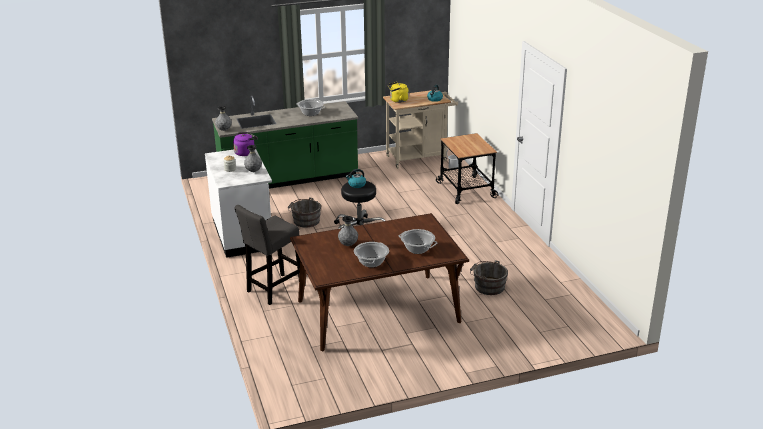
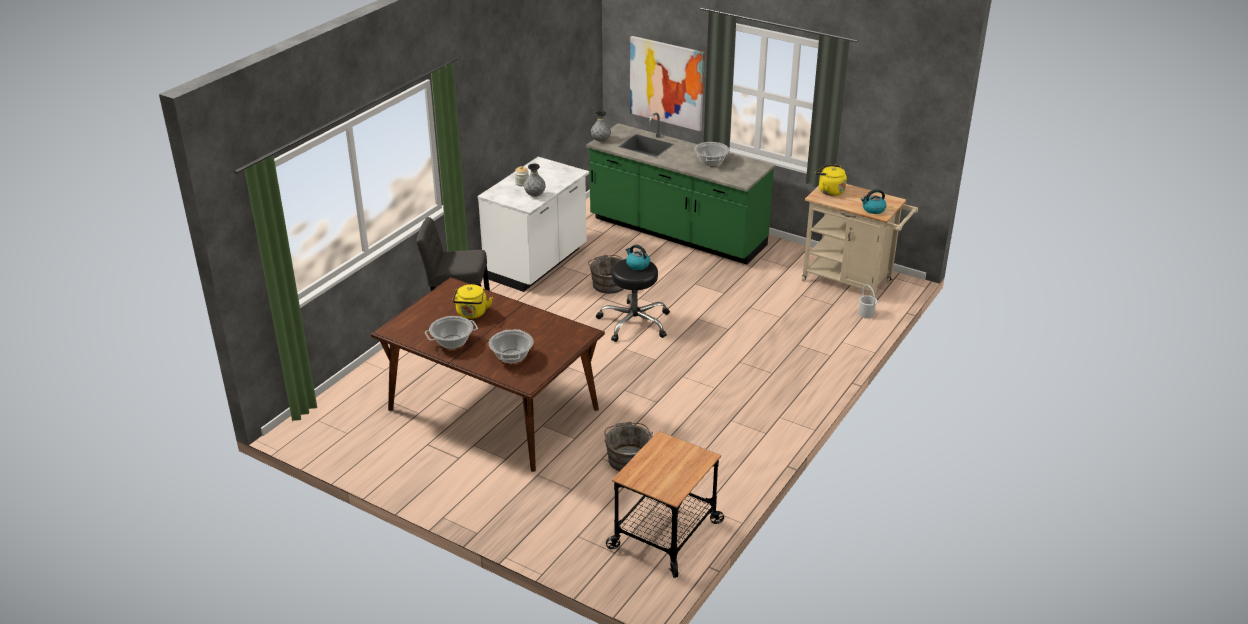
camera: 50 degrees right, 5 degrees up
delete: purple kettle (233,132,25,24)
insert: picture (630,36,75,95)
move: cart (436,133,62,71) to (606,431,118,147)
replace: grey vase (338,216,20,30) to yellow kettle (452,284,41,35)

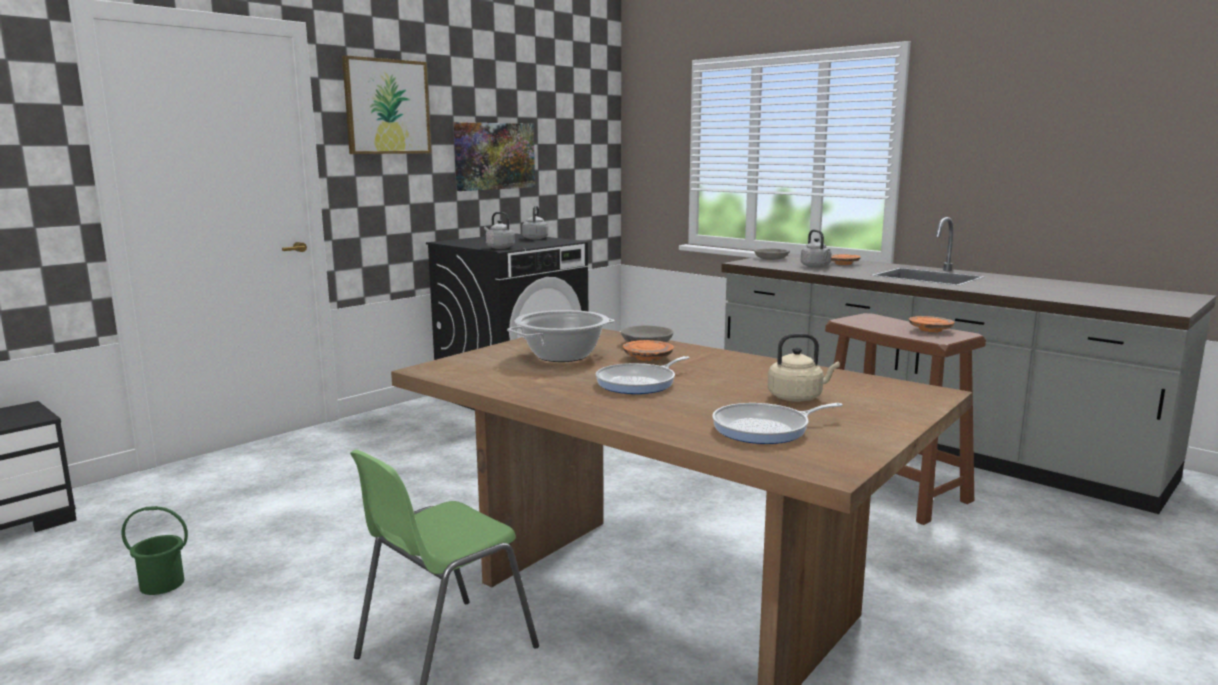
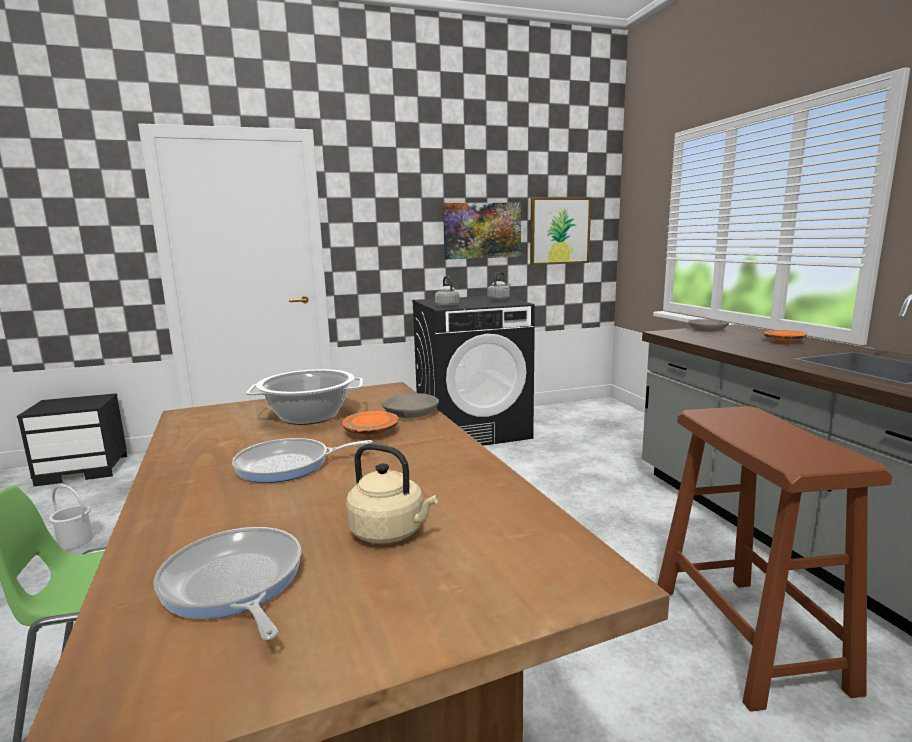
camera: 30 degrees right, 0 degrees up
delete: grey kettle (801,230,30,38); orange plate (909,316,46,16)
move: picture (342,55,89,99) to (530,198,61,67)
recolor: green bucket (121,506,67,89) to white bucket (49,484,44,66)
rotate: frying pan (712,403,131,41) = (154,527,147,113) 45 degrees clockwise

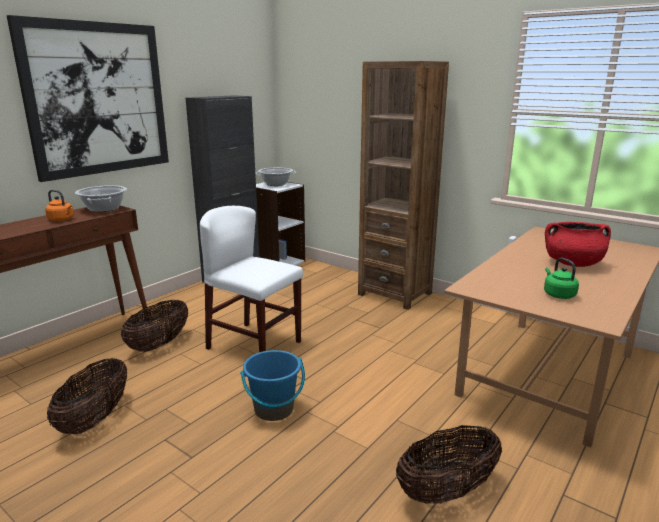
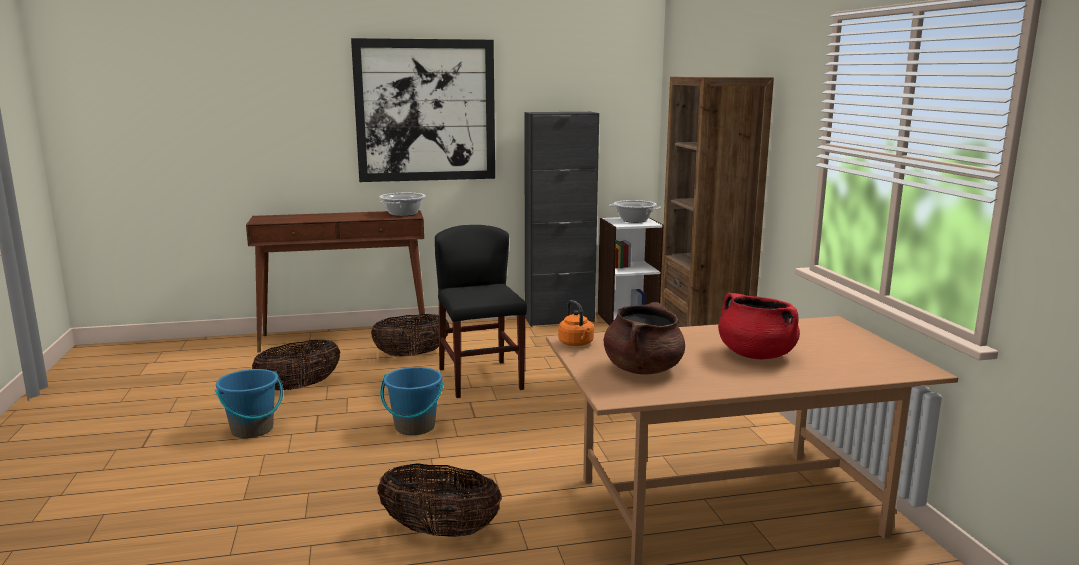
camera: 40 degrees right, 5 degrees down
insert: blue bucket (215,369,68,69)
move: orange kettle (45,190,29,31) to (558,300,36,46)
replace: green kettle (544,258,35,41) to brown cooking pot (603,302,82,72)
recolor: white chair (200,206,103,146) to black chair (435,225,92,173)

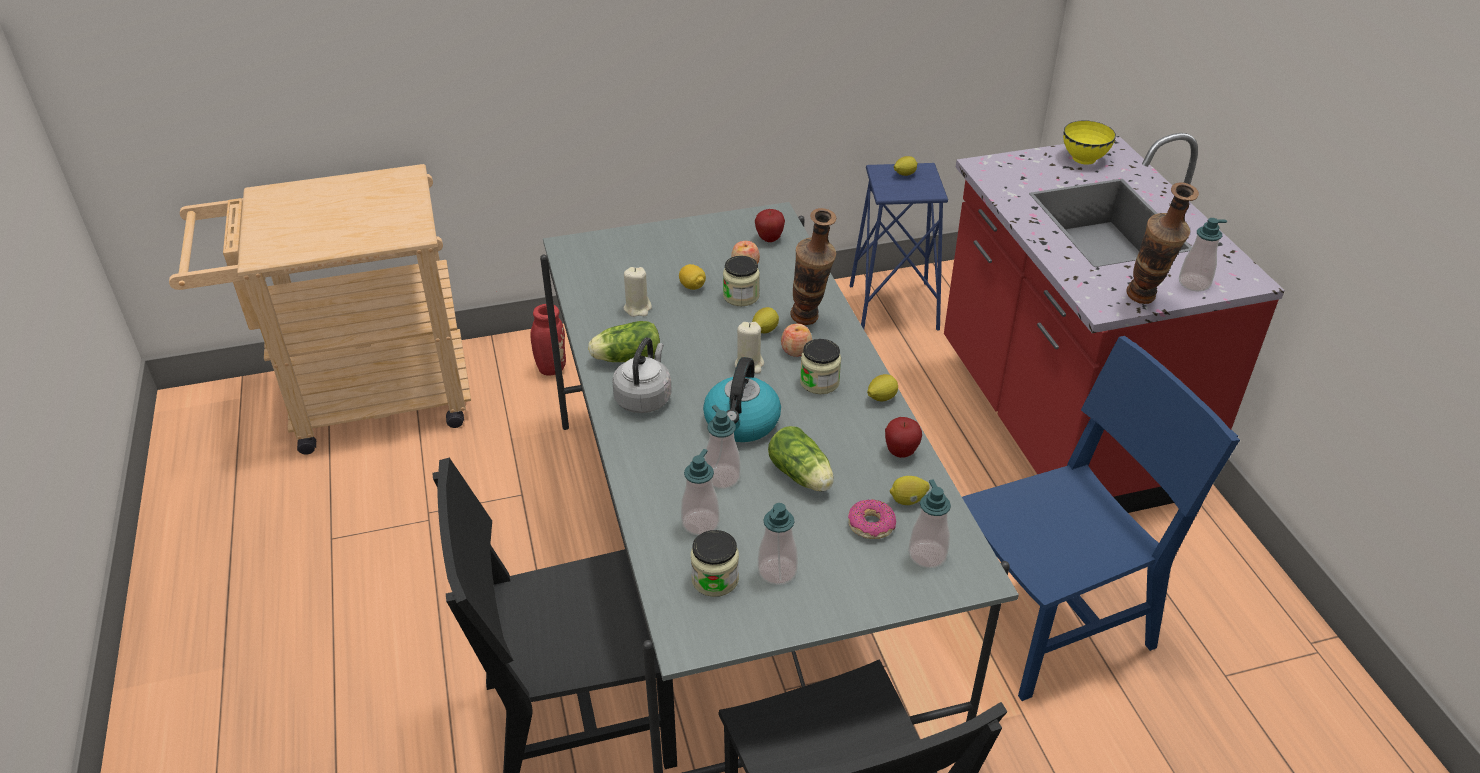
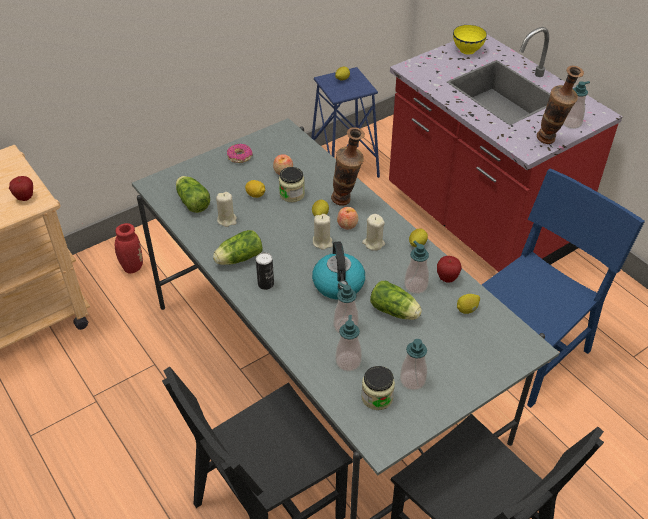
camera: 20 degrees left, 5 degrees up
insert: lettuce (176,176,34,37)
move: apple (755,209,30,33) to (9,176,24,25); donut (848,499,48,40) to (227,144,26,19); soap dispenser (908,480,43,88) to (404,240,25,54)
replace: grey kettle (612,338,60,75) to can (256,252,18,38); jar (800,339,41,55) to beige candle (362,214,23,37)

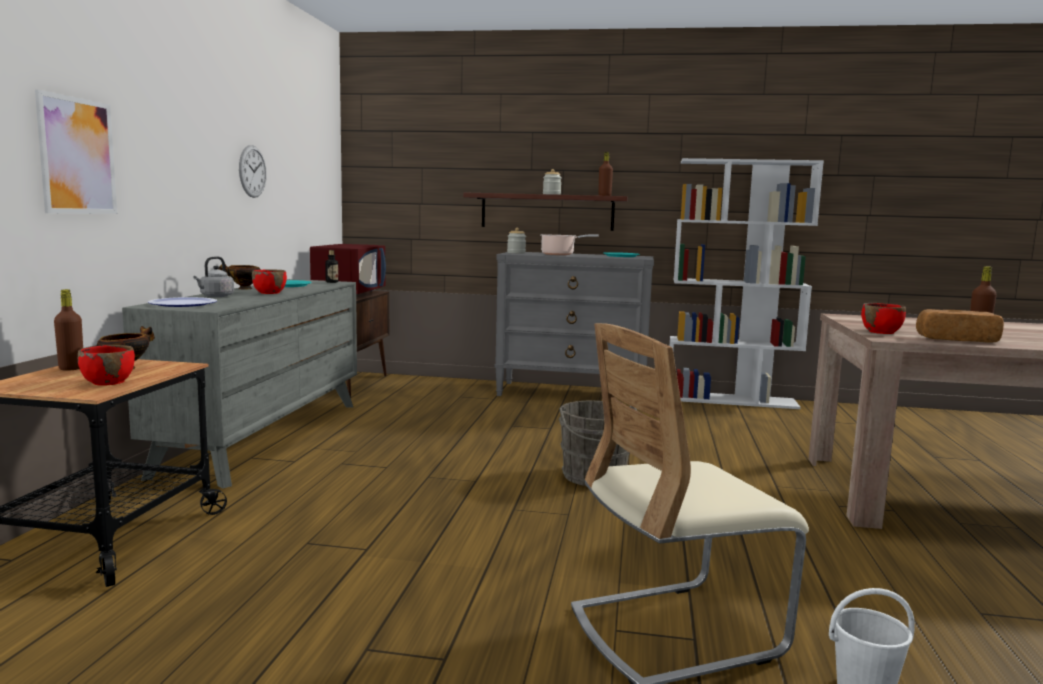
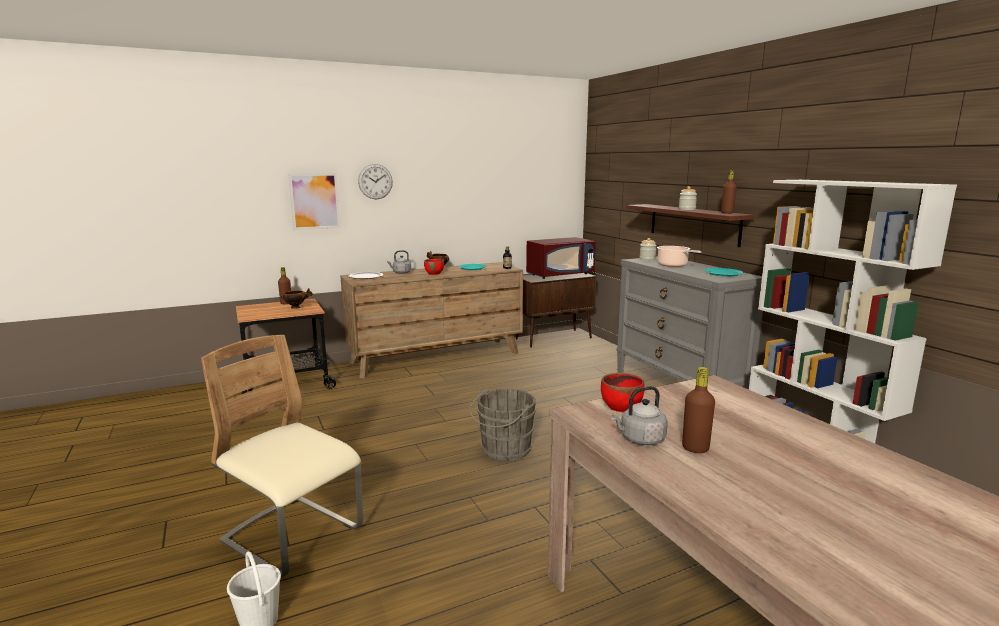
camera: 55 degrees right, 5 degrees up
delete: red bowl (78,345,57,40)
move: wall clock (239,145,28,53) to (358,164,35,35)
replace: bread (916,309,88,34) to grey kettle (611,386,57,59)
recolor: grey dresser (122,279,235,210) to brown dresser (340,262,183,116)

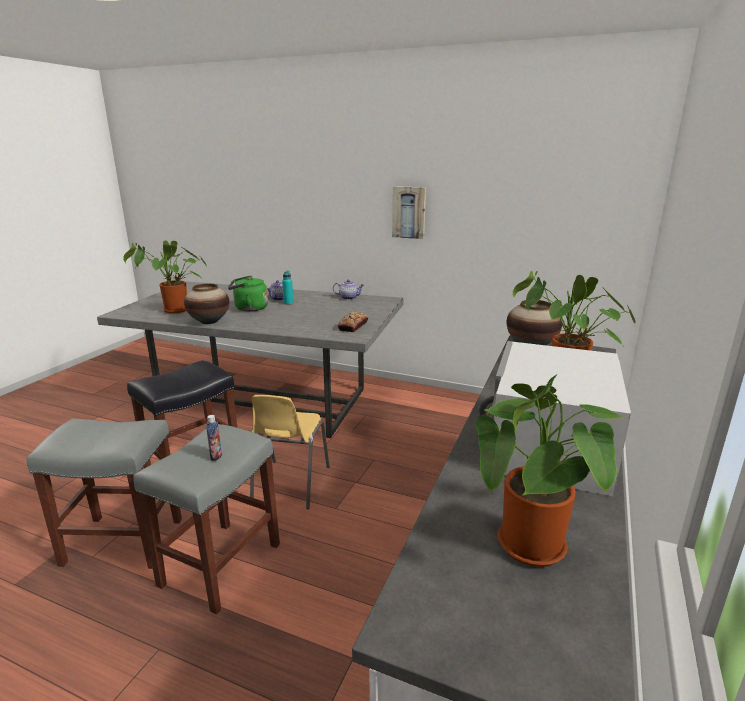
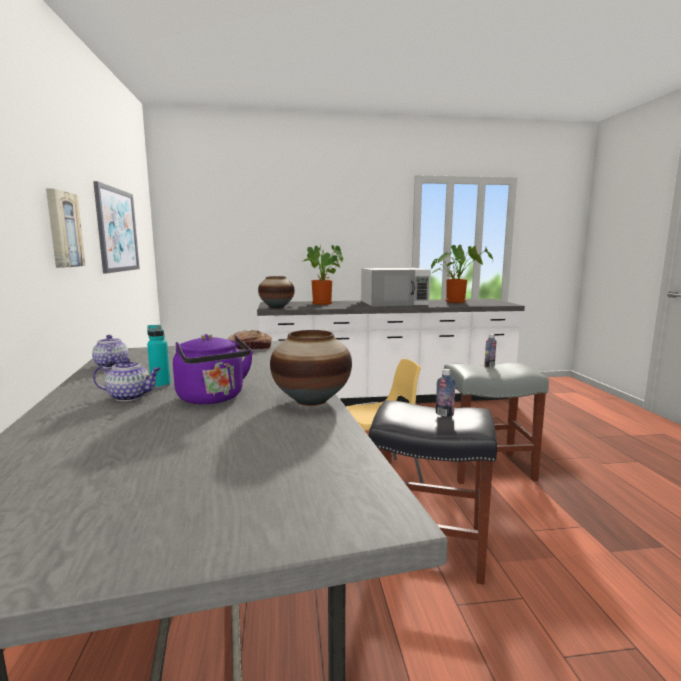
camera: 120 degrees left, 10 degrees down
delete: grey stool (27,419,155,150); potted plant (123,241,84,73)
insert: picture (93,181,47,92); bottle (435,369,20,48)
recolor: green kettle (228,275,40,37) to purple kettle (173,334,80,70)

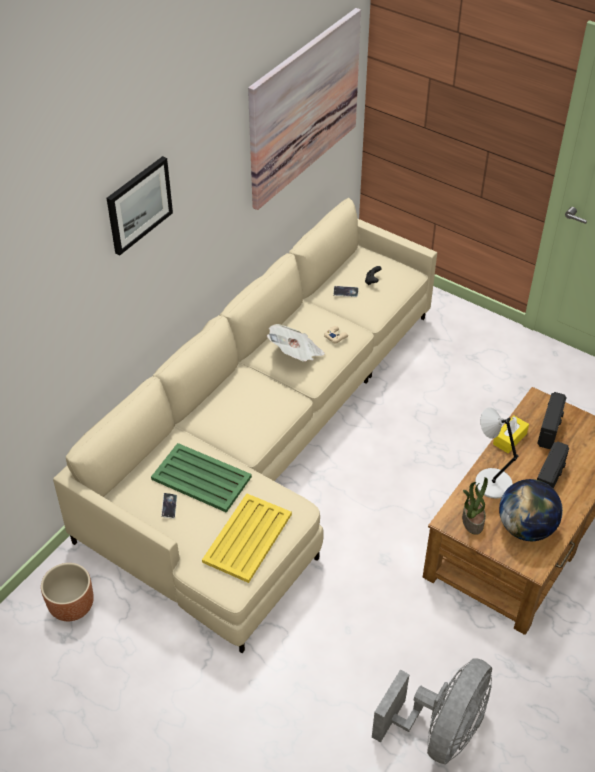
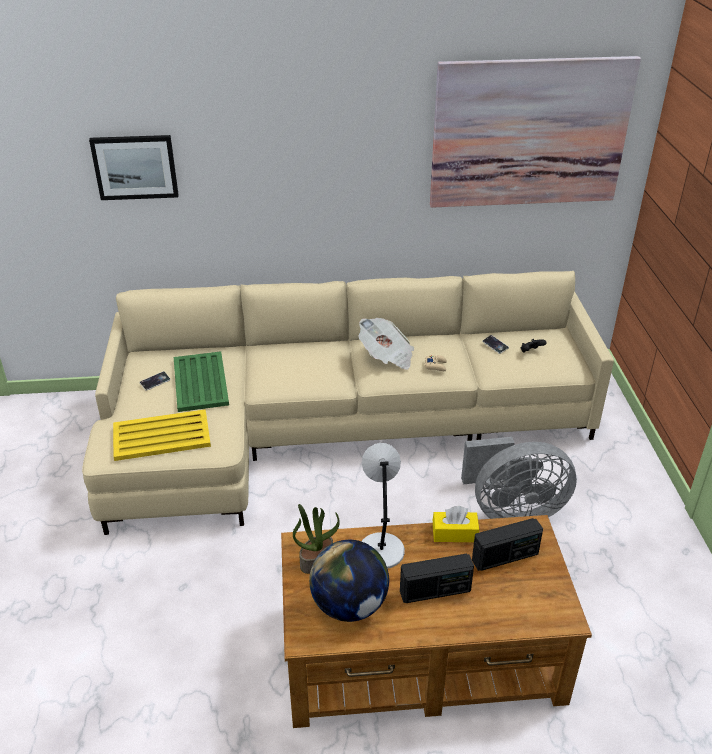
camera: 50 degrees right, 10 degrees down
delete: brown planter (41,563,53,58)
move: picture (107,156,66,99) to (89,135,90,65); grey fan (372,658,120,107) to (461,437,116,82)

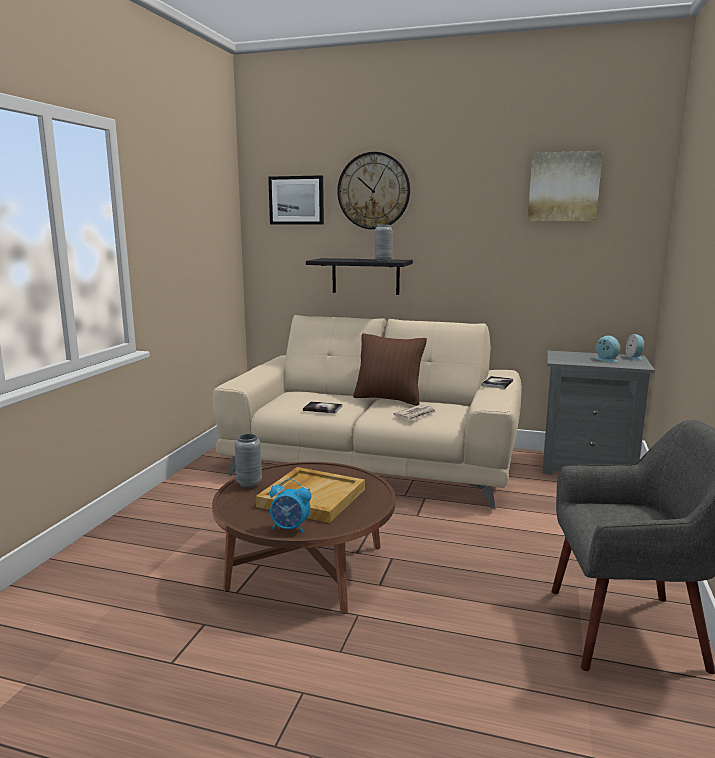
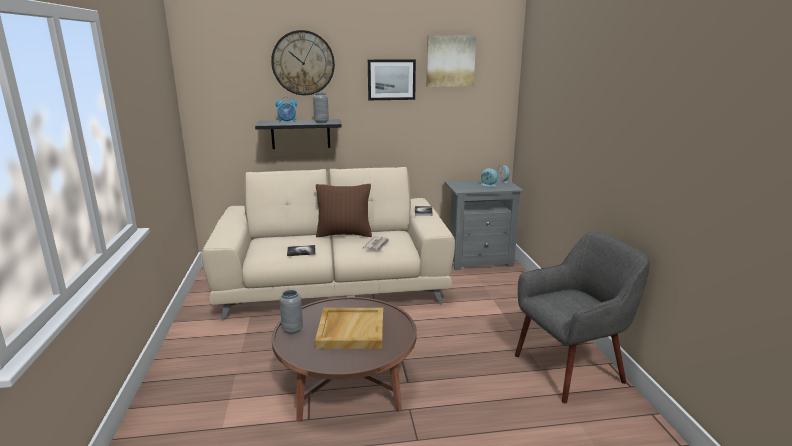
camera: 25 degrees left, 5 degrees up
move: picture (268,175,56,50) to (368,59,48,41); alarm clock (270,479,41,54) to (276,96,21,27)

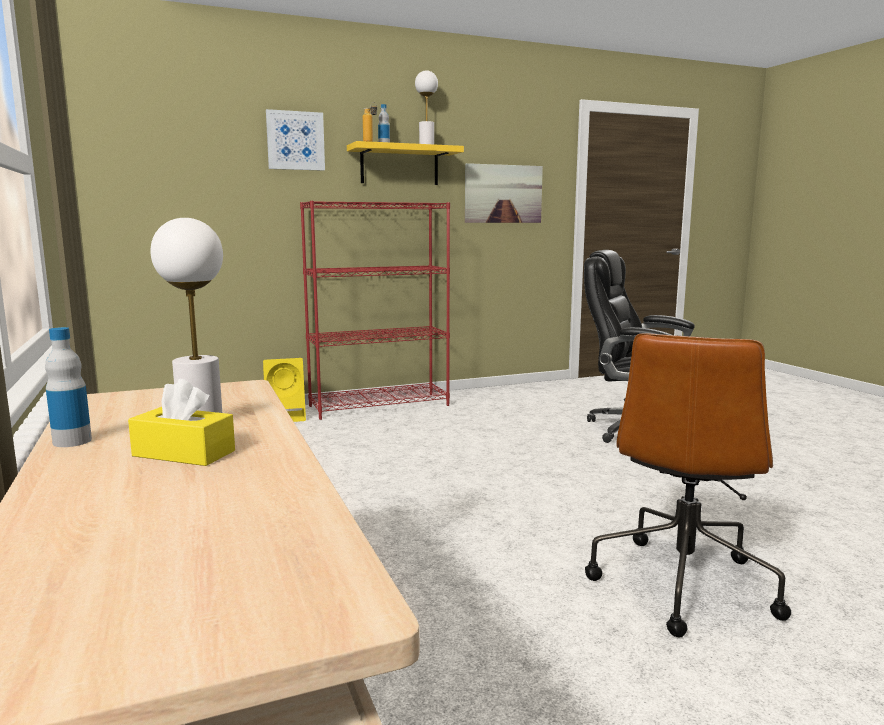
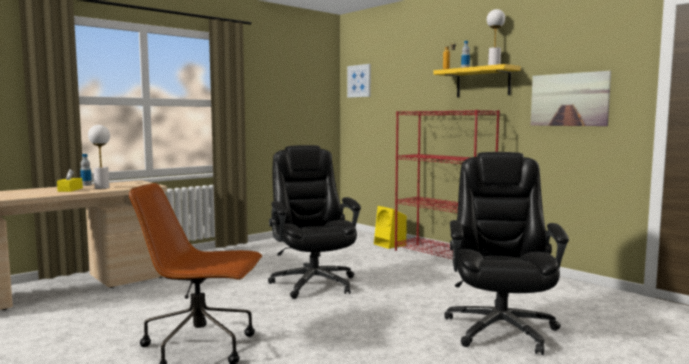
camera: 70 degrees right, 5 degrees down
insert: black office chair (268,145,93,154)
move: picture (266,109,59,62) to (347,64,24,34)

